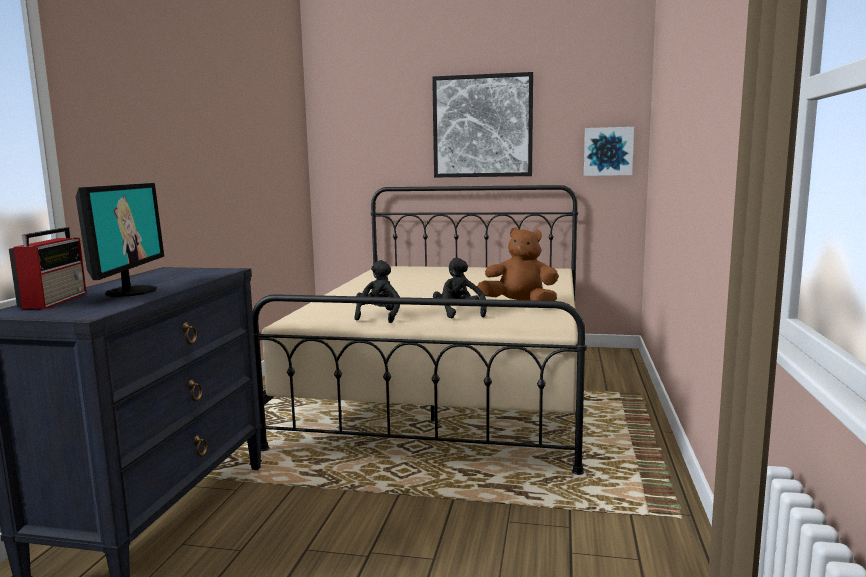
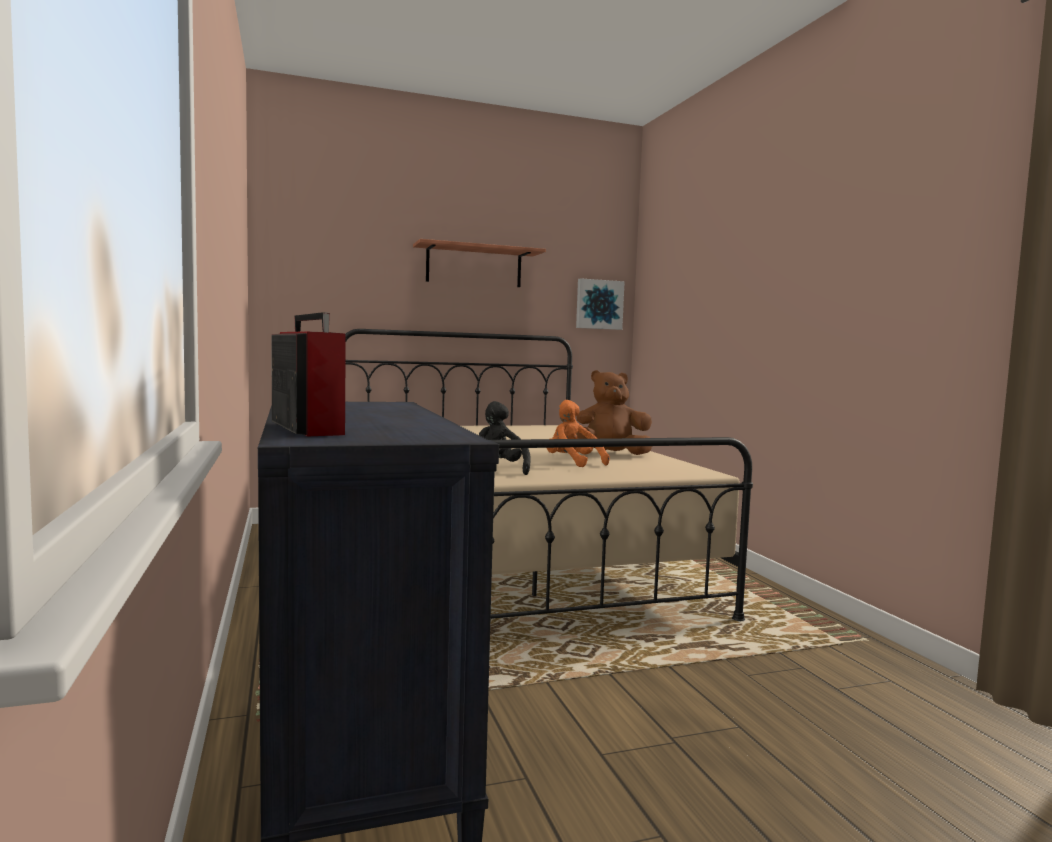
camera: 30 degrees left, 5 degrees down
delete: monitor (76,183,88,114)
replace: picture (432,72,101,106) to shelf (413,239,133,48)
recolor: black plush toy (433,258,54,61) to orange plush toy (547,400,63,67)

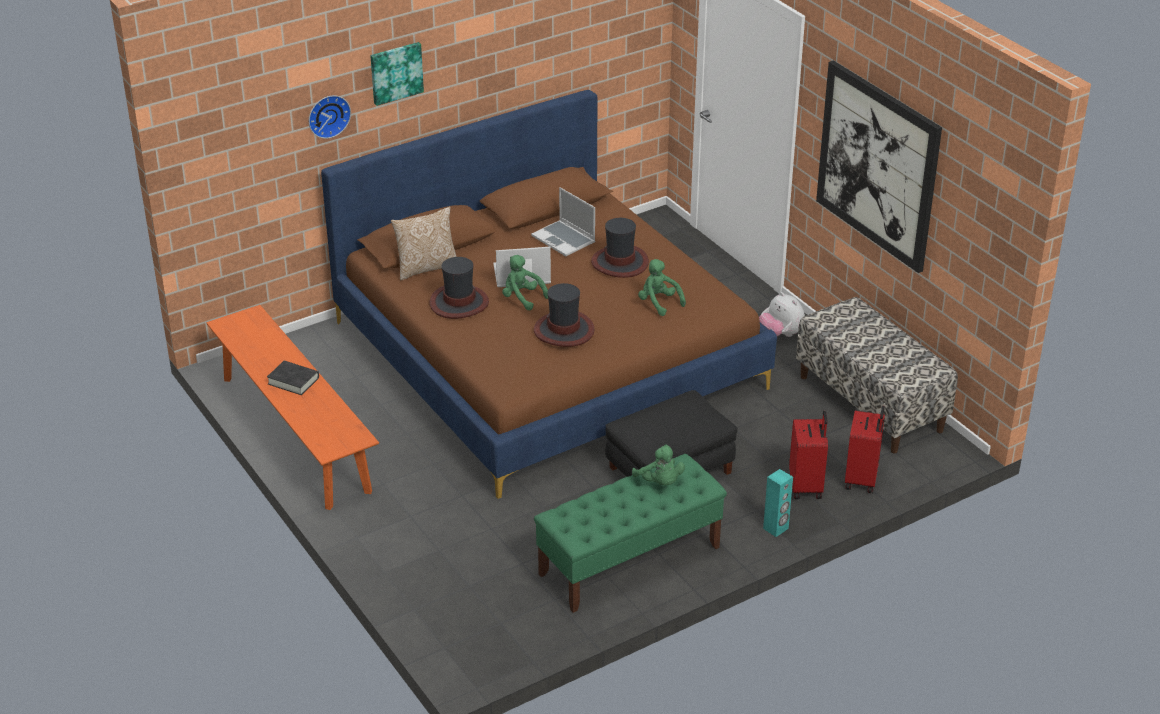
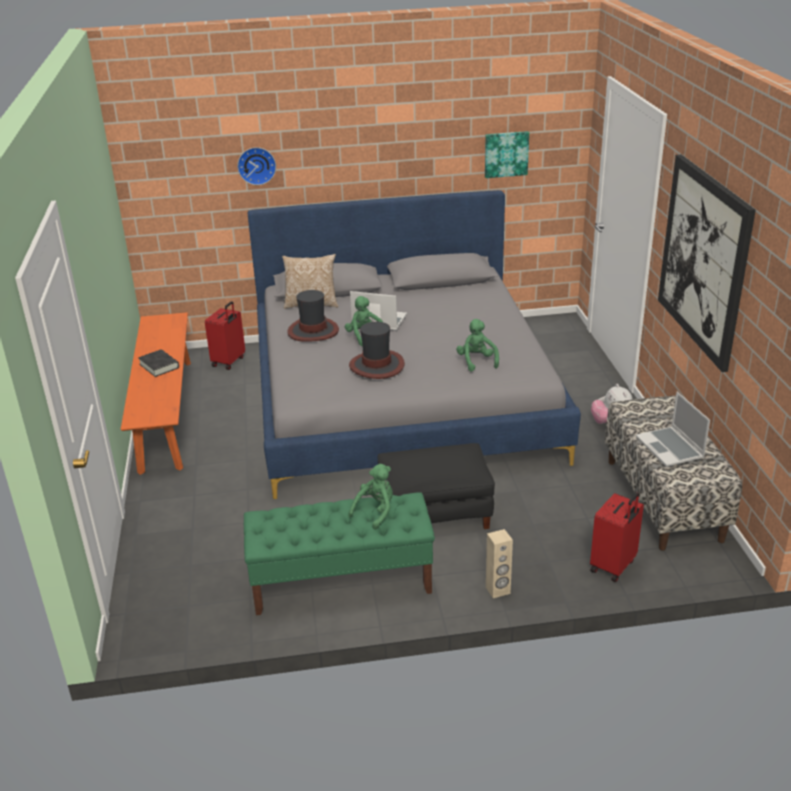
camera: 25 degrees right, 5 degrees down
delete: hat (591,218,58,60)
move: picture (370,42,54,64) to (485,131,44,47); laptop (531,187,64,69) to (636,392,74,75); red suitcase (789,411,39,88) to (205,301,40,69)
recolor: brown bed (321,90,456,409) to grey bed (248,190,333,309); turquoise speaker (763,469,30,68) to beige speaker (486,529,27,69)
rotate: green plush toy (632,444,53,41) = (348,464,45,66) 135 degrees counterclockwise

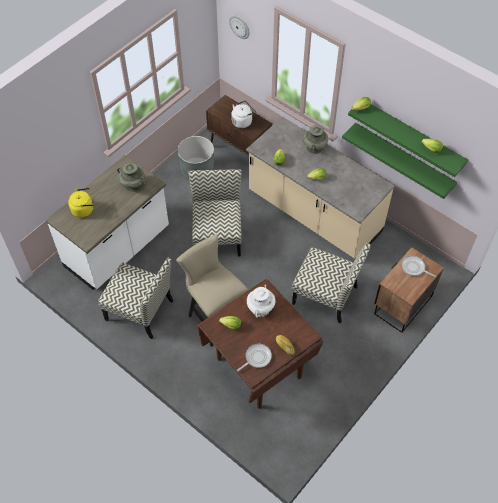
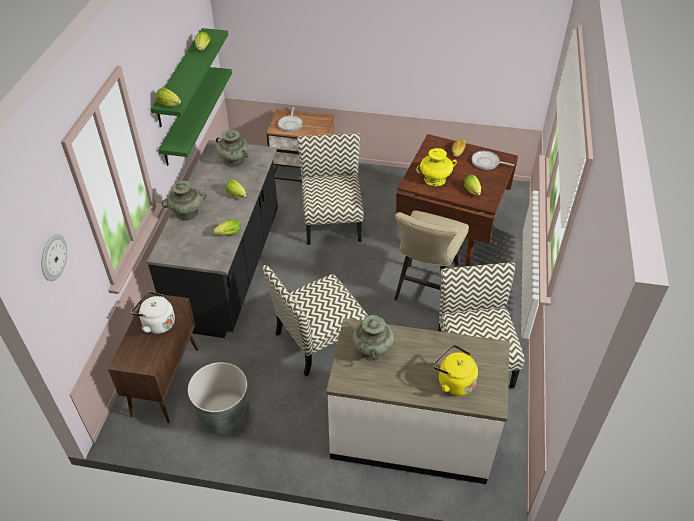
camera: 120 degrees left, 10 degrees down
insert: turquoise vase (216,130,33,37)
recolor: beige counter (246,117,149,141) to black counter (147,140,131,198); white vase (247,285,29,33) to yellow vase (416,148,41,38)

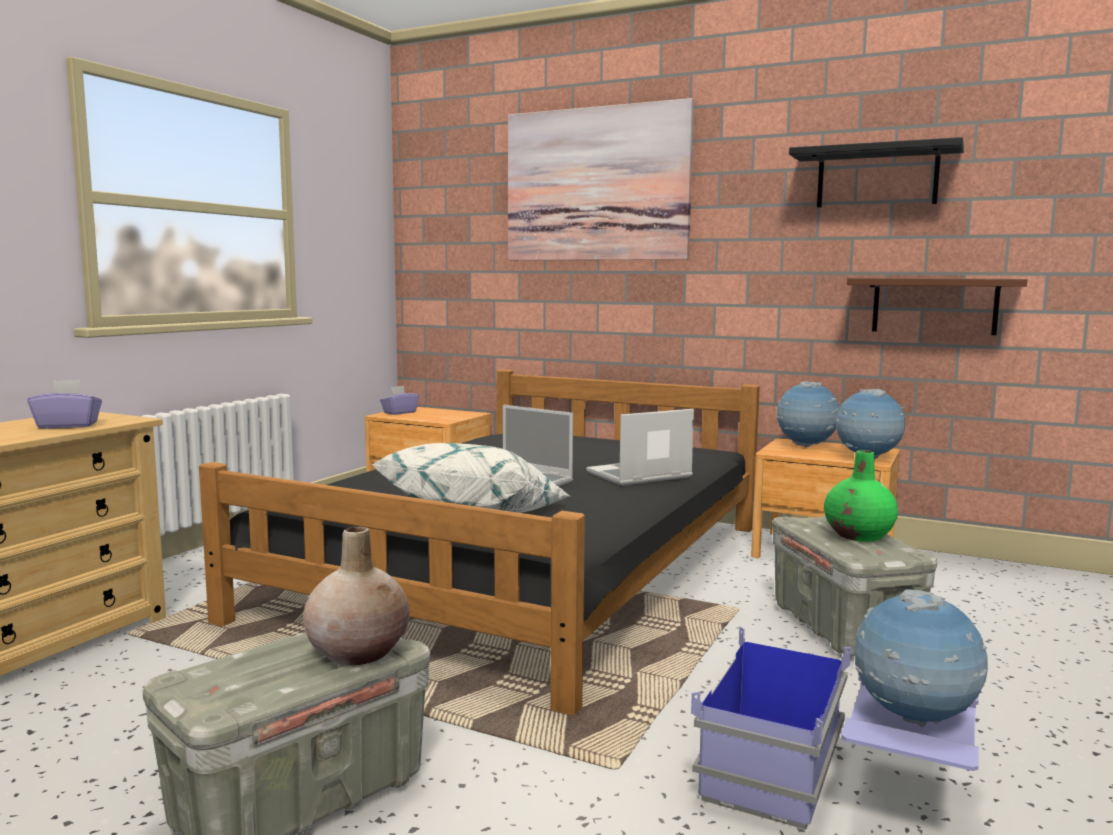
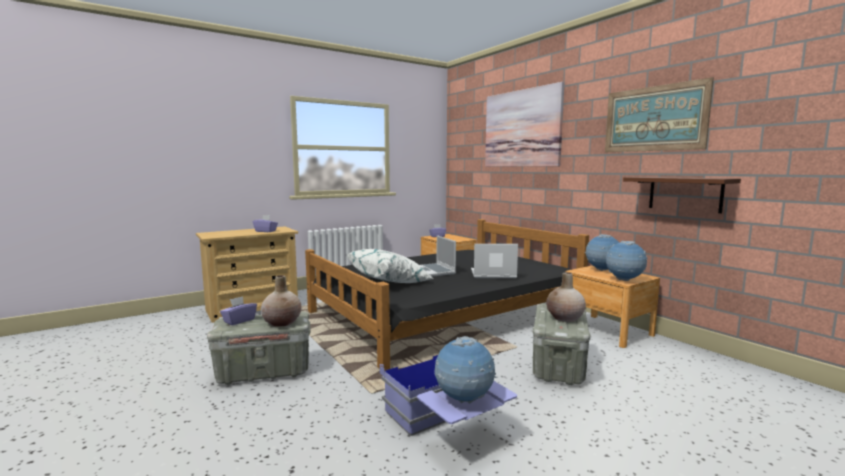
camera: 30 degrees right, 0 degrees up
insert: purple tissue box (220,296,37,29)
replace: black shelf (789,137,175,70) to picture (605,77,109,75)
recolor: green vase (824,450,74,92) to beige vase (546,272,40,50)

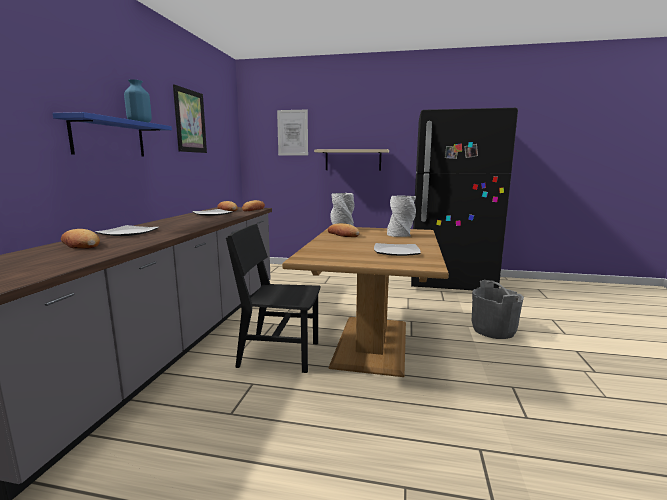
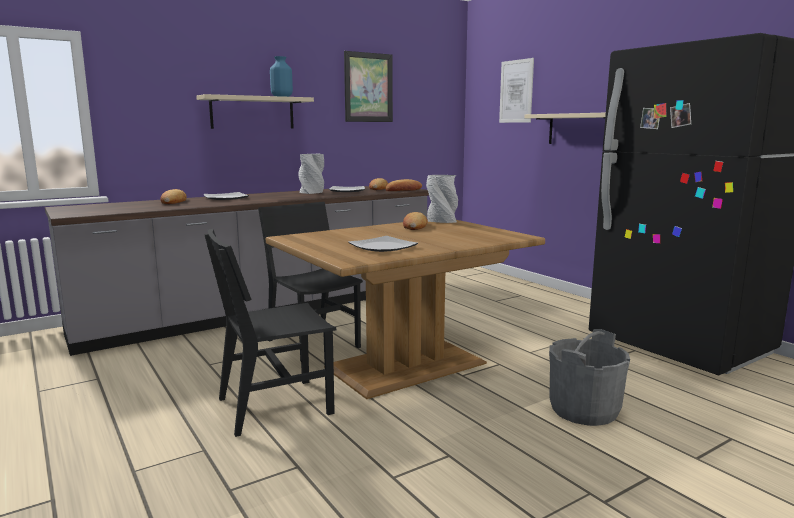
camera: 45 degrees right, 0 degrees up
insert: black chair (204,229,132,208)
move: grey vase (387,195,29,42) to (298,154,26,40)
recolor: blue shelf (52,112,120,45) to beige shelf (196,94,118,35)

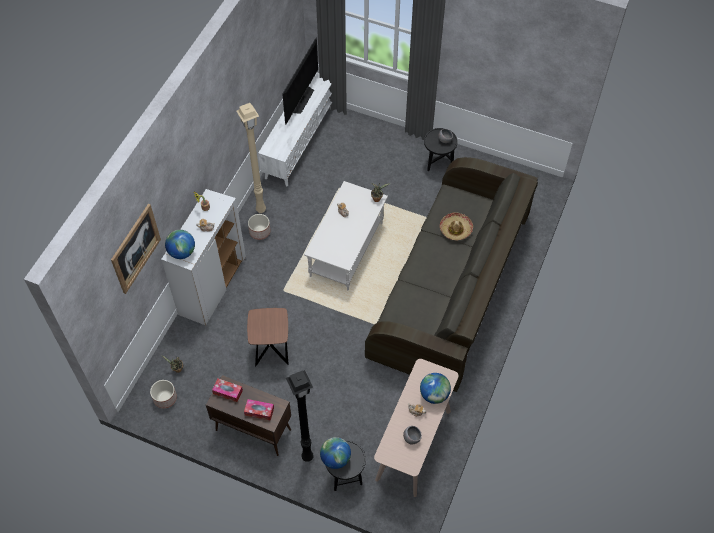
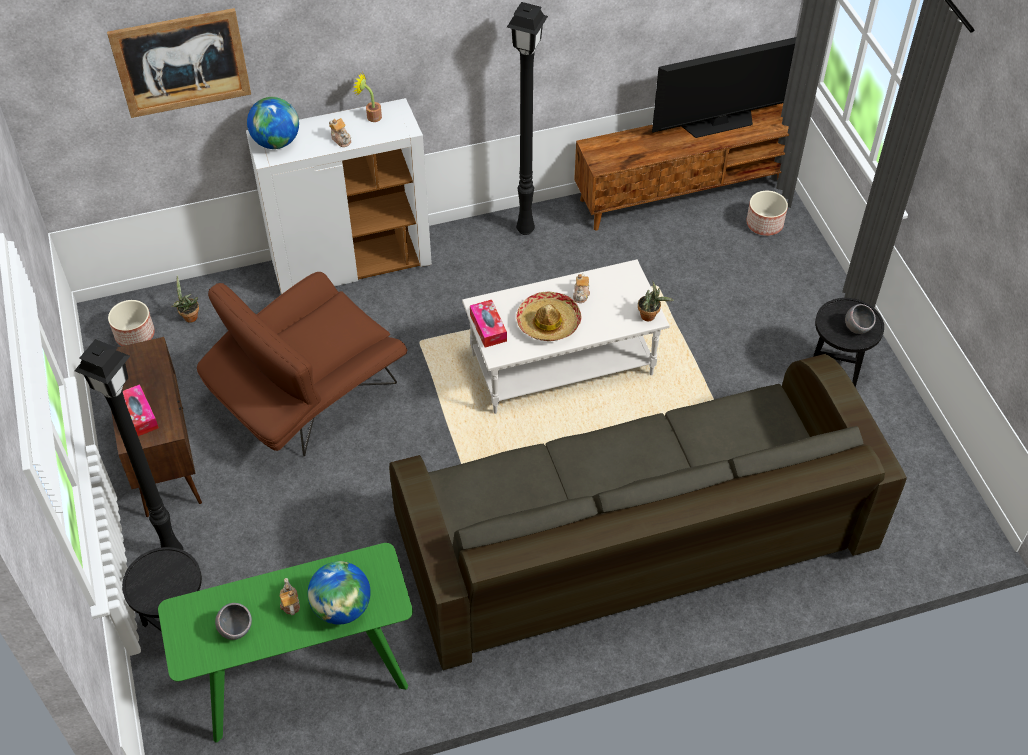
camera: 50 degrees right, 5 degrees down
delete: globe (320,437,31,32)
move: tissue box (212,379,31,23) to (470,300,37,48); planter (248,214,23,26) to (746,191,42,45); hat (440,212,33,29) to (516,292,65,49)
replace: brown side table (247,308,42,58) to brown armchair (197,272,210,184)
recolor: beige floor lamp (236,103,30,110) to black floor lamp (507,2,41,233); white tv stand (258,73,74,113) to brown tv stand (574,103,215,128); beige console table (374,359,85,138) to green console table (158,543,255,200)

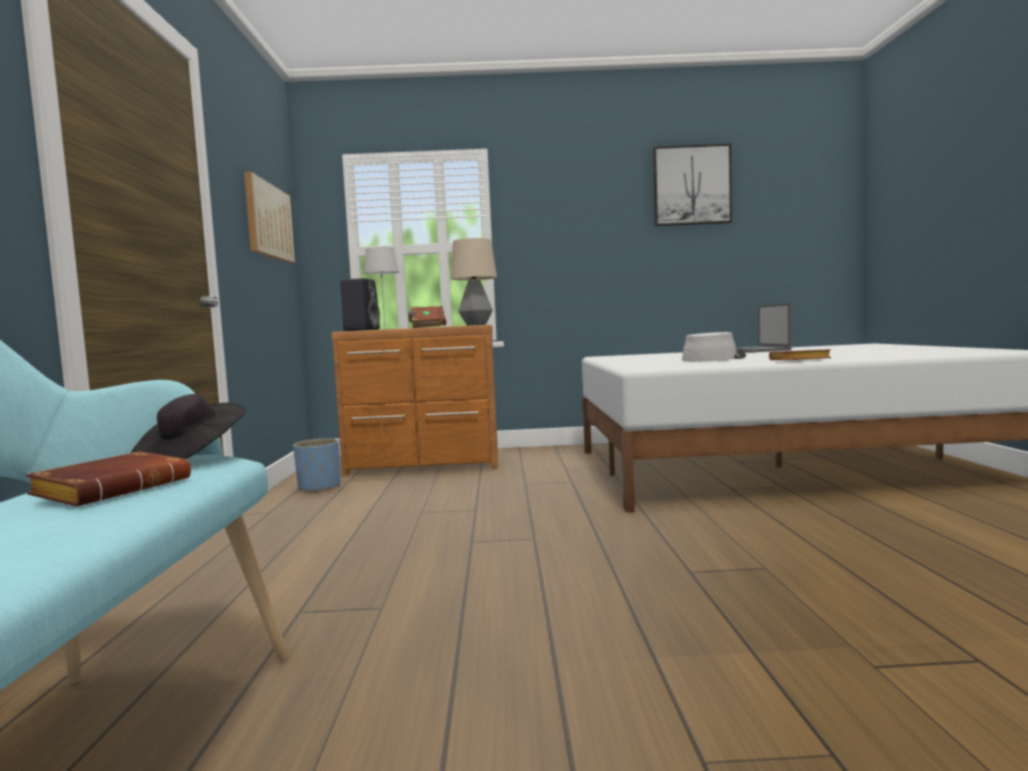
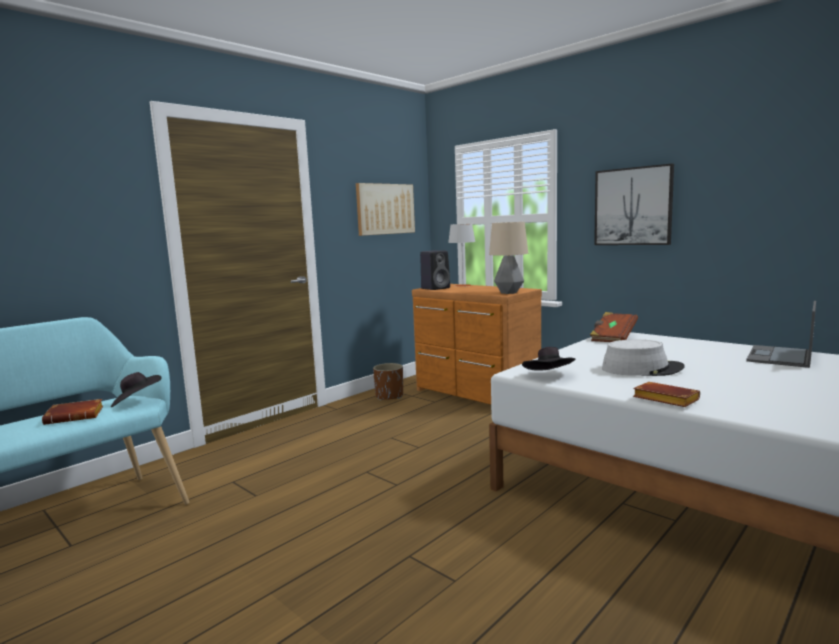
camera: 45 degrees right, 5 degrees up
insert: black hat (522,347,53,24)
move: brown book (409,306,37,22) to (590,312,48,30); picture (653,144,79,82) to (594,164,80,81)
recolor: blue planter (293,439,47,53) to brown planter (373,363,30,37)

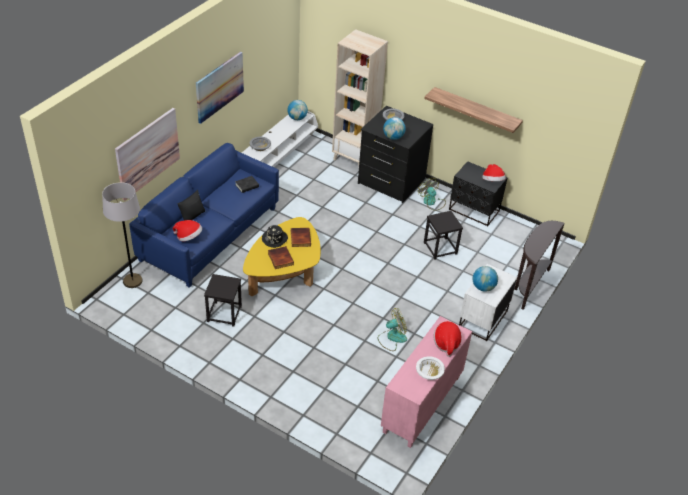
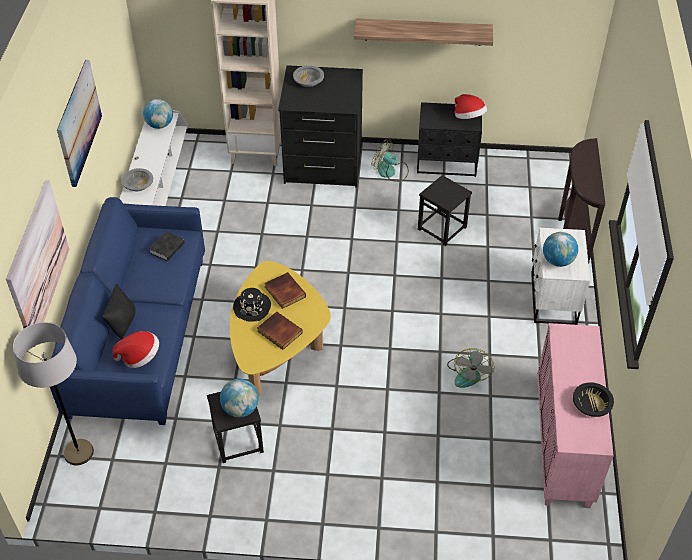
camera: 25 degrees left, 5 degrees up
delete: hat (433,321,29,36)
move: globe (383,117,23,23) to (220,379,39,38)
recolor: white bowl (416,356,29,24) to black bowl (573,382,41,35)
rotate: fan (378,308,29,43) = (447,348,47,40) 150 degrees clockwise

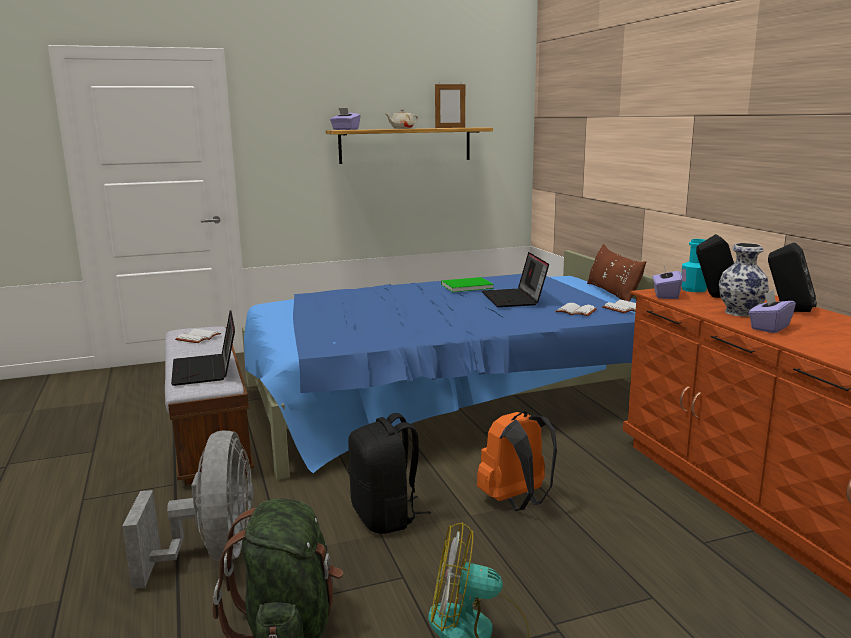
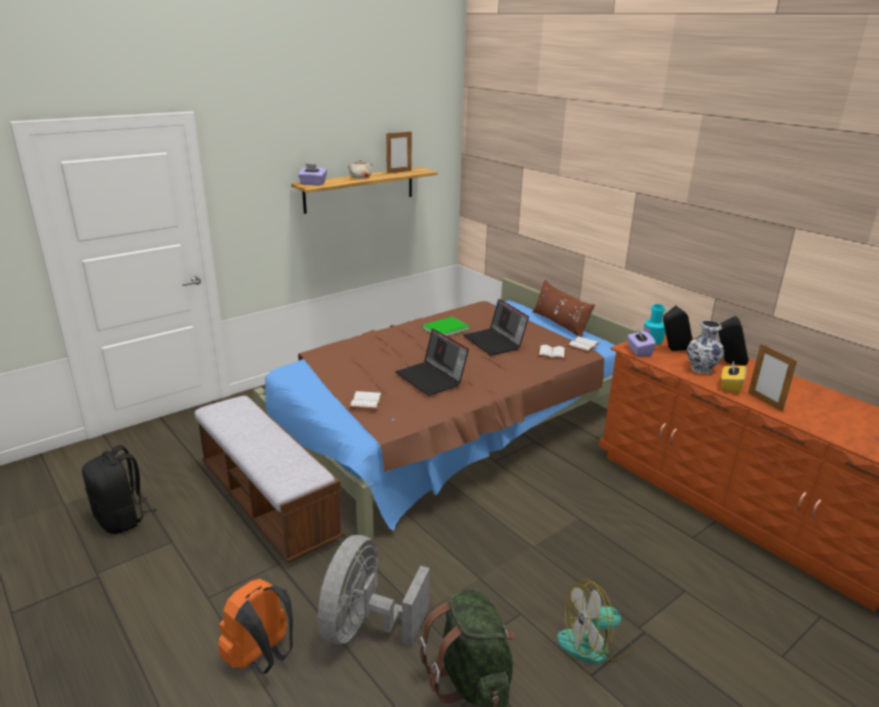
camera: 20 degrees left, 10 degrees up
insert: picture frame (748,344,49,68)
move: laptop (171,310,64,76) to (395,328,74,68); white book (175,329,46,14) to (349,391,33,19); black backpack (348,413,83,121) to (82,445,74,89); orange backpack (477,411,80,100) to (218,579,75,95)
recolor: blue bed (242,250,412,230) to brown bed (253,278,384,261); purple tissue box (749,290,47,43) to yellow tissue box (721,360,26,33)
rotate: grey fan (122,430,131,159) = (318,535,112,110) 135 degrees counterclockwise

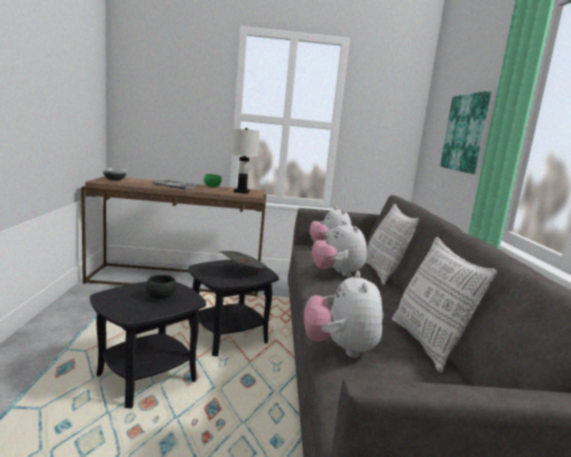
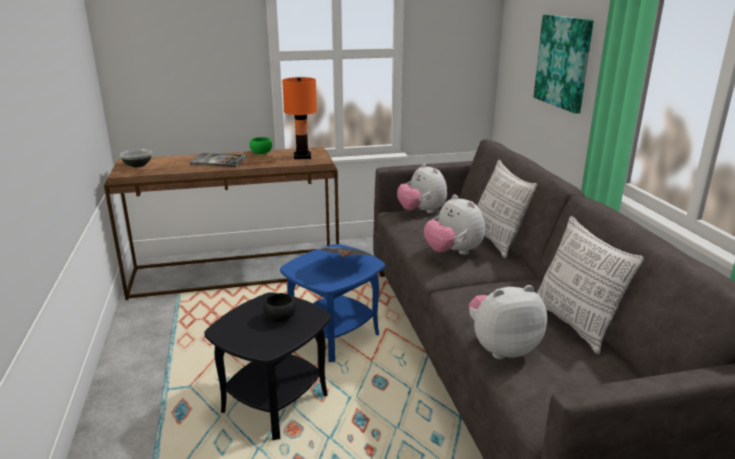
camera: 10 degrees left, 10 degrees up
recolor: black side table (189,259,90,98) to blue side table (280,244,105,118); white table lamp (231,128,29,66) to orange table lamp (282,77,35,82)
rotate: plush toy (304,271,78,87) = (469,285,78,74) 90 degrees clockwise

